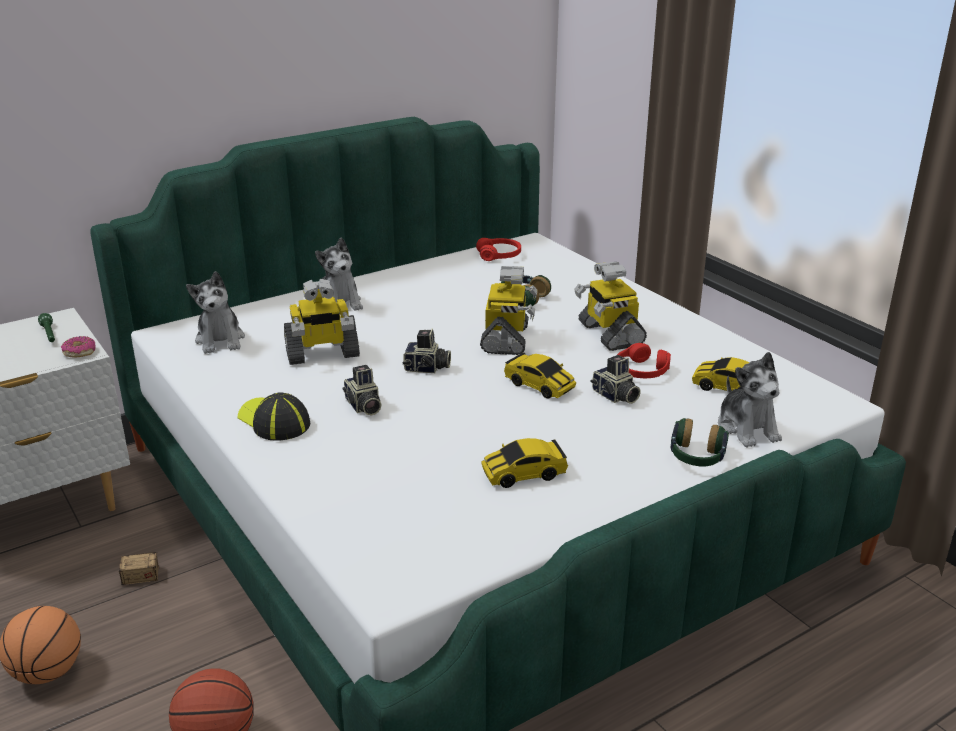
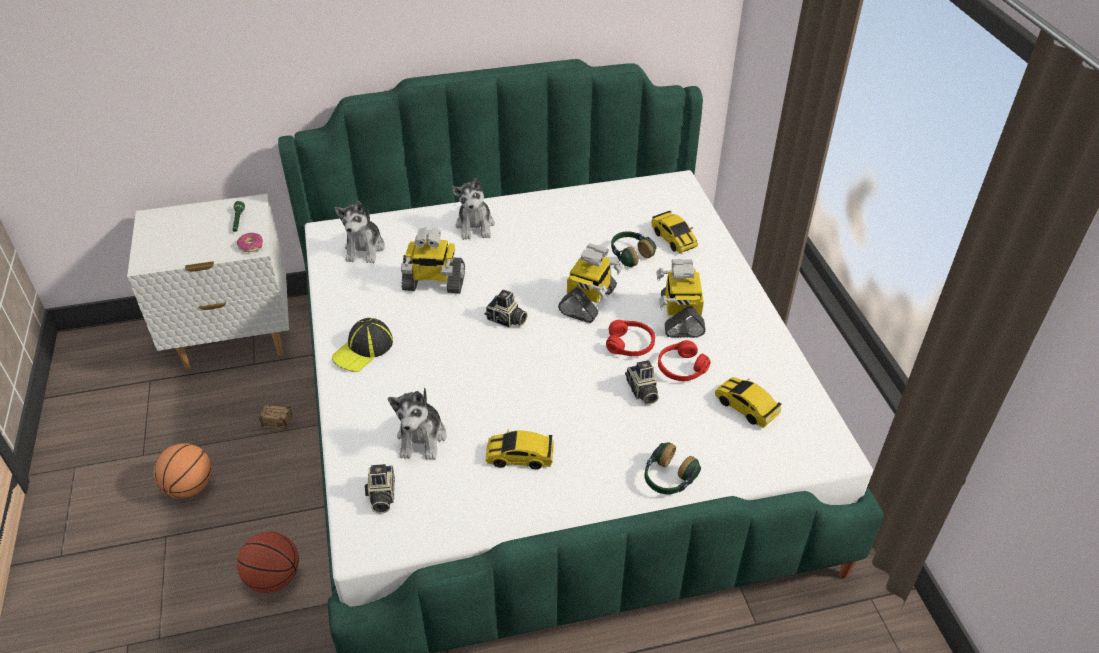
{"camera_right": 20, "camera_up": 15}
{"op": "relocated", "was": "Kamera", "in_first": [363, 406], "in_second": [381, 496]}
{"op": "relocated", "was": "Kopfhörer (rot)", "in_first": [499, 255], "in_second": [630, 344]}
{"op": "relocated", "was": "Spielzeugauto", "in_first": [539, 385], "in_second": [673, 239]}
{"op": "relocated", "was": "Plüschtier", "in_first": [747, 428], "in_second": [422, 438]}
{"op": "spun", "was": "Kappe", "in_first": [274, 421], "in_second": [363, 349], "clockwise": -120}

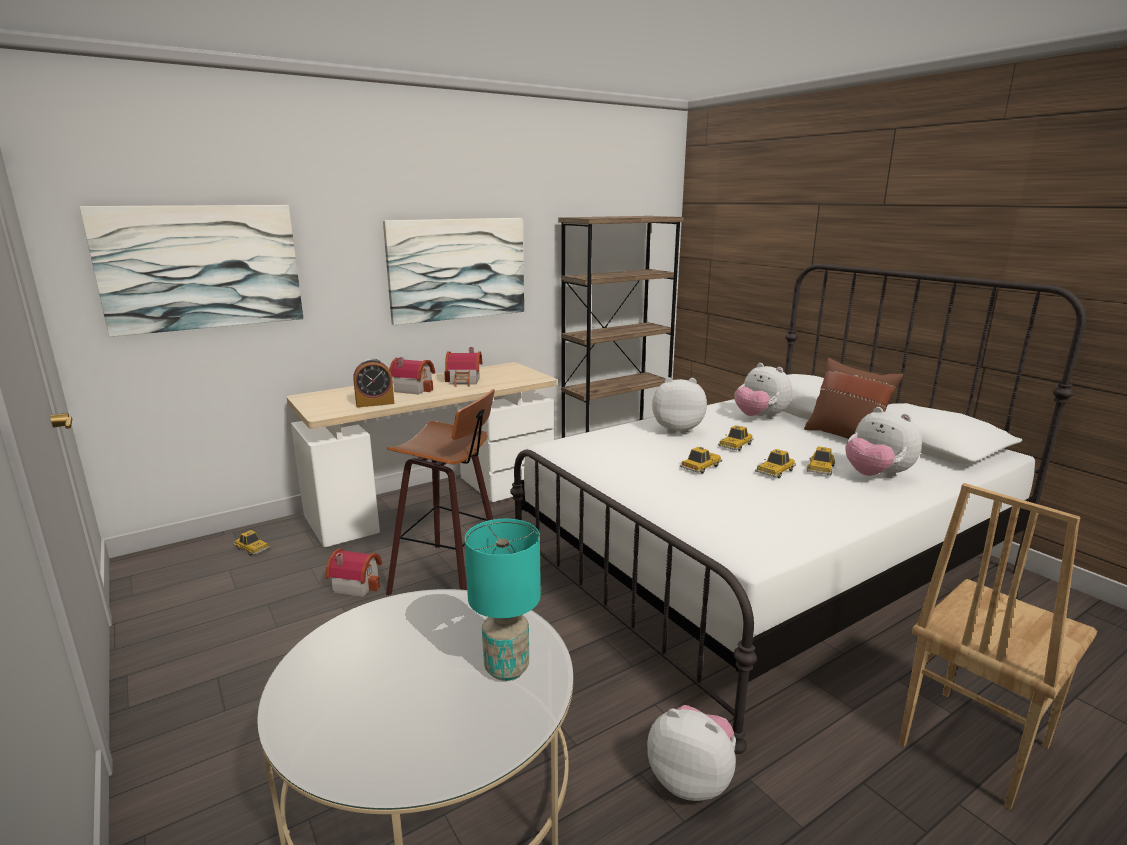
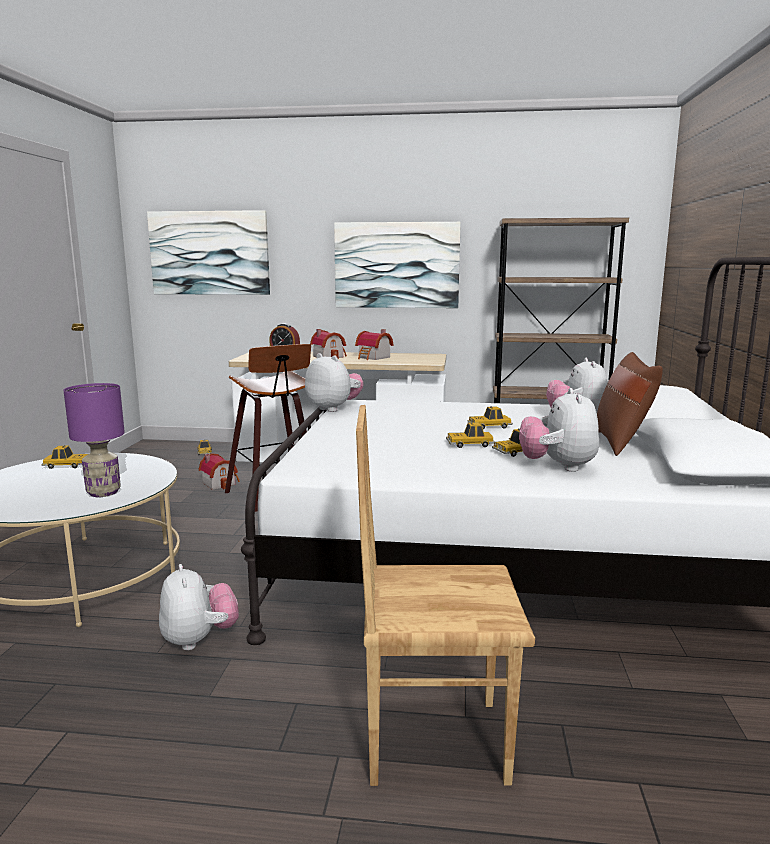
{"camera_right": 40, "camera_up": -5}
{"op": "relocated", "was": "Plüschtier", "in_first": [677, 429], "in_second": [334, 408]}
{"op": "relocated", "was": "Spielzeugauto", "in_first": [700, 467], "in_second": [67, 465]}
{"op": "colour", "was": "Tischlampe (türkis)", "now": "Tischlampe (lila)", "in_first": [506, 668], "in_second": [103, 492]}

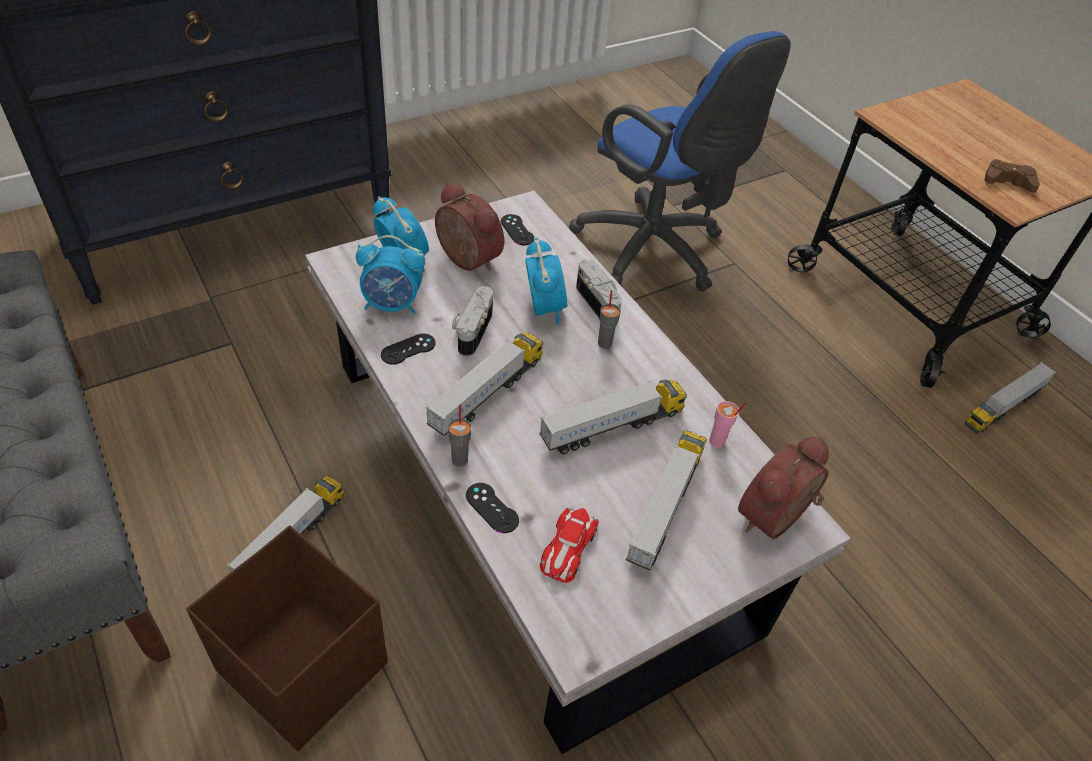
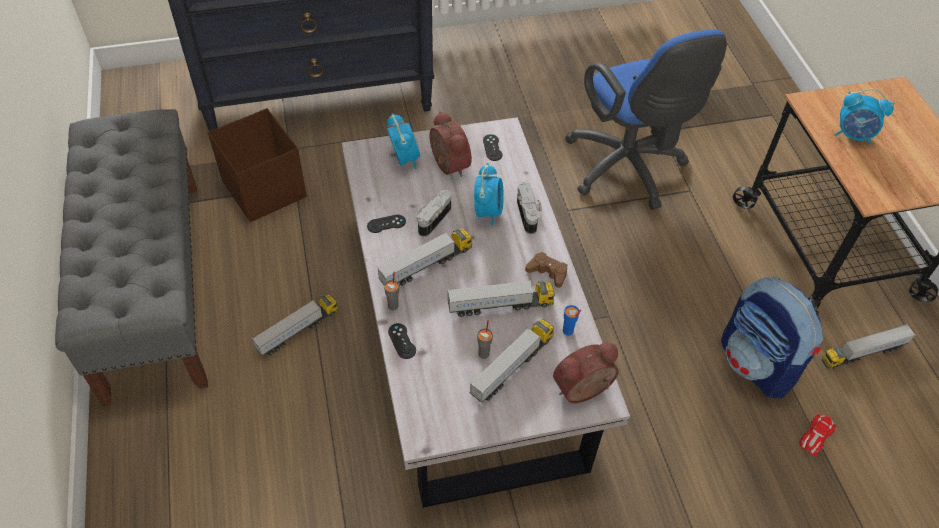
{"camera_right": 20, "camera_up": 5}
{"op": "appeared", "now": "Rucksack", "in_second": [757, 364]}
{"op": "relocated", "was": "Aufbewahrungsbox (braun)", "in_first": [302, 665], "in_second": [264, 188]}
{"op": "relocated", "was": "Wecker", "in_first": [392, 305], "in_second": [853, 135]}
{"op": "relocated", "was": "Spielzeugauto", "in_first": [568, 547], "in_second": [816, 436]}
{"op": "relocated", "was": "Tasse (grau)", "in_first": [605, 343], "in_second": [484, 353]}
{"op": "relocated", "was": "Gamepad (braun)", "in_first": [1007, 182], "in_second": [547, 272]}
{"op": "colour", "was": "Tasse (rosa)", "now": "Tasse (blau)", "in_first": [717, 442], "in_second": [568, 331]}

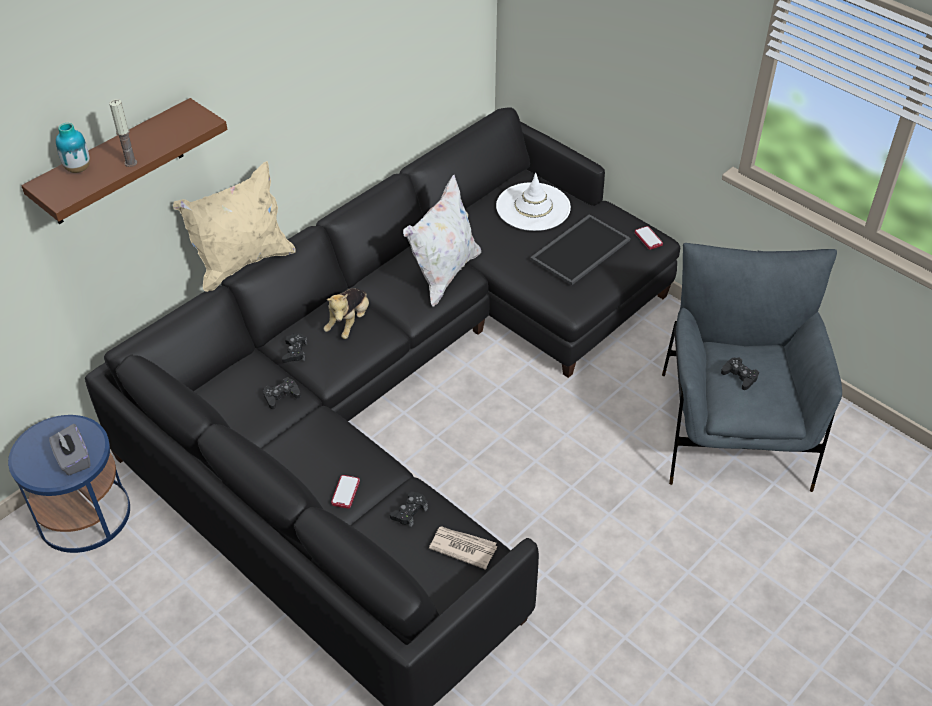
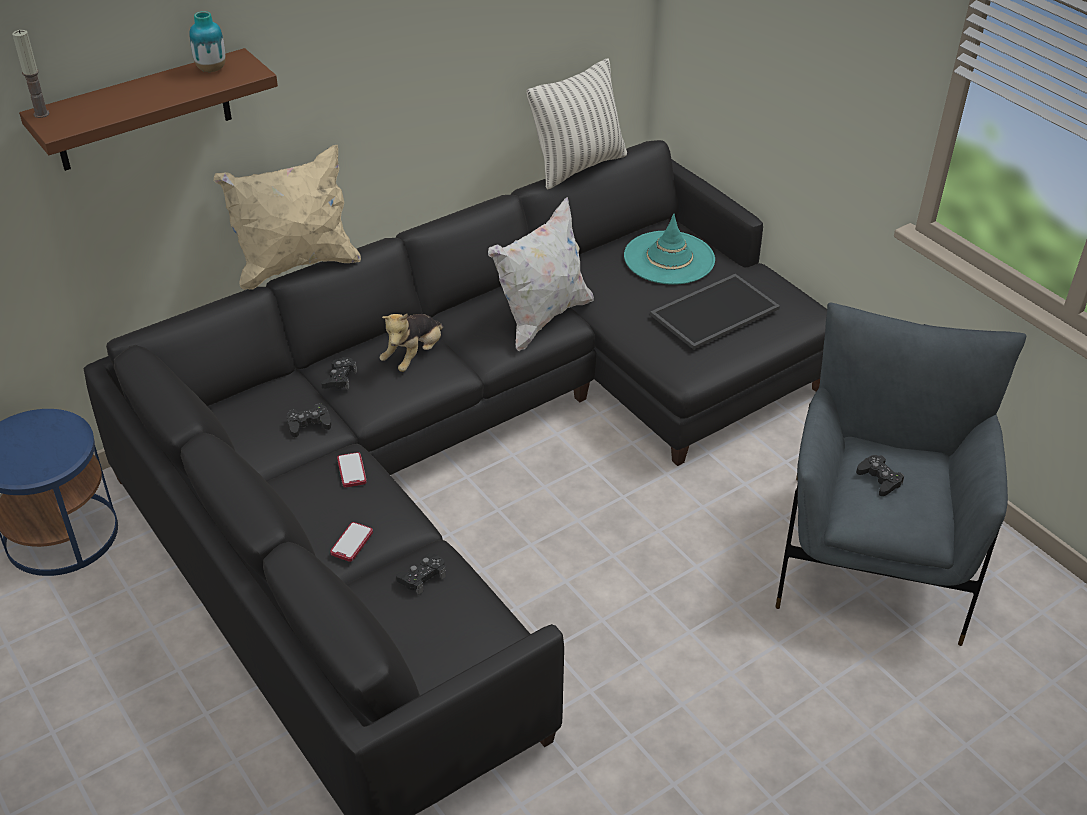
{"camera_right": 10, "camera_up": -5}
{"op": "missing", "was": "Taschentuchbox (grau)", "in_first": [73, 459]}
{"op": "missing", "was": "Zeitung", "in_first": [462, 547]}
{"op": "appeared", "now": "Kissen", "in_second": [578, 166]}
{"op": "relocated", "was": "Vase", "in_first": [78, 168], "in_second": [211, 69]}
{"op": "relocated", "was": "Kerze", "in_first": [130, 162], "in_second": [41, 114]}
{"op": "relocated", "was": "Handy", "in_first": [648, 238], "in_second": [352, 471]}
{"op": "colour", "was": "Hut (weiß)", "now": "Hut (türkis)", "in_first": [533, 207], "in_second": [669, 258]}

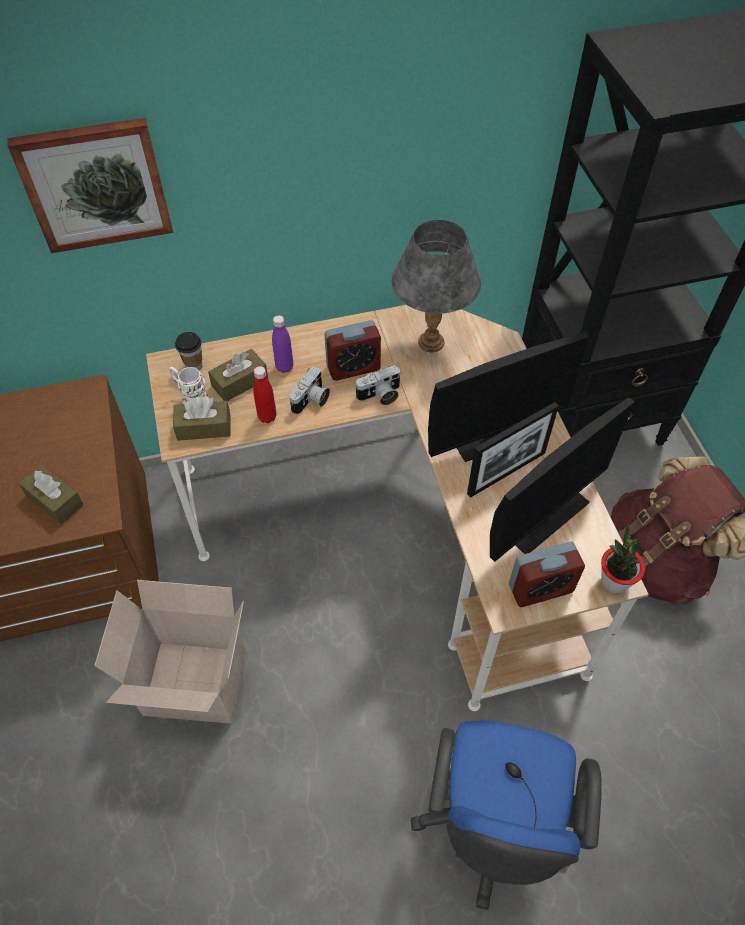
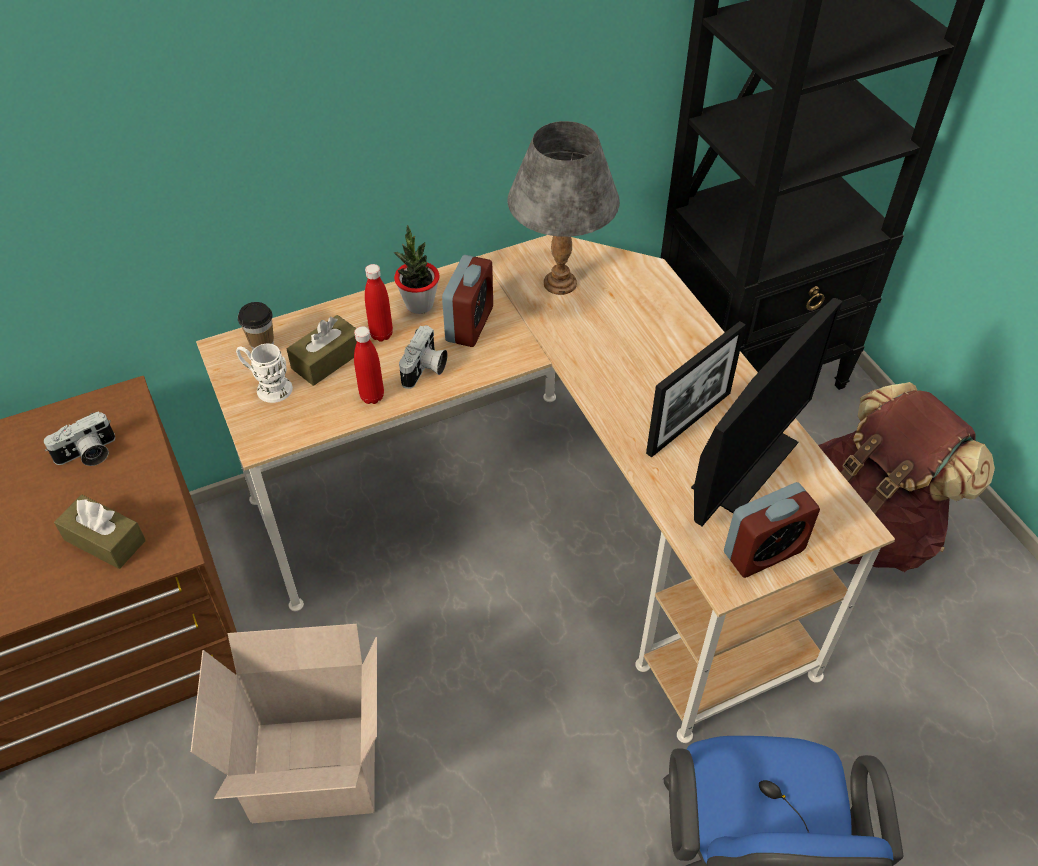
{"camera_right": -10, "camera_up": -5}
{"op": "missing", "was": "Bild", "in_first": [95, 184]}
{"op": "missing", "was": "Taschentuchbox (braun)", "in_first": [204, 427]}
{"op": "missing", "was": "Monitor", "in_first": [494, 433]}
{"op": "relocated", "was": "Kamera", "in_first": [380, 396], "in_second": [88, 454]}
{"op": "relocated", "was": "Topfpflanze", "in_first": [614, 581], "in_second": [419, 304]}
{"op": "colour", "was": "Flasche (lila)", "now": "Flasche (rot)", "in_first": [284, 367], "in_second": [381, 334]}
{"op": "spun", "was": "Wecker", "in_first": [353, 367], "in_second": [469, 324], "clockwise": -45}

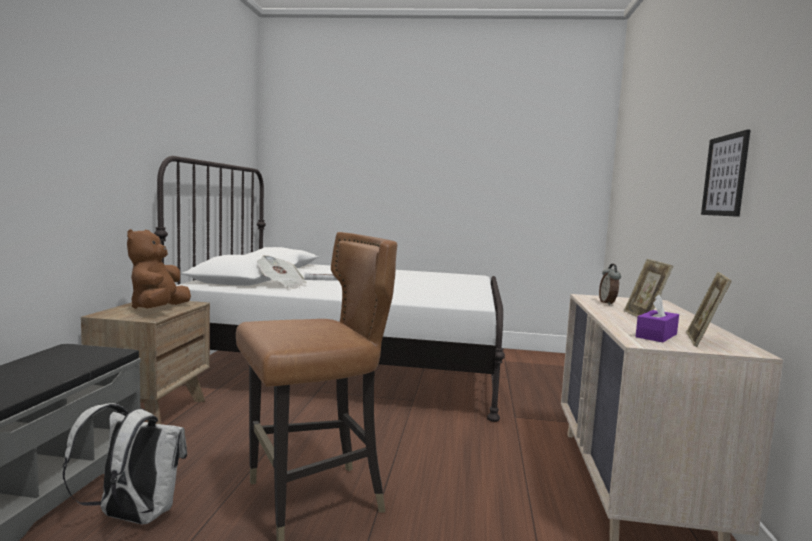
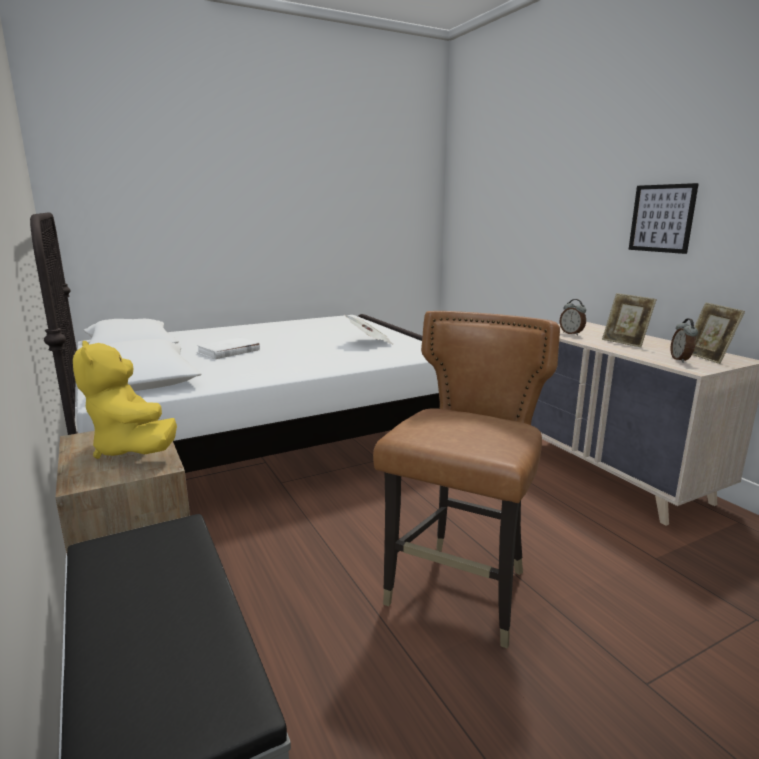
{"camera_right": -35, "camera_up": 10}
{"op": "missing", "was": "Rucksack (weiß)", "in_first": [132, 517]}
{"op": "relocated", "was": "Zeitung", "in_first": [281, 285], "in_second": [370, 343]}
{"op": "exchanged", "was": "Taschentuchbox (lila)", "now": "Wecker", "in_first": [656, 335], "in_second": [681, 360]}
{"op": "colour", "was": "Plüschtier (braun)", "now": "Plüschtier (gelb)", "in_first": [158, 309], "in_second": [133, 449]}

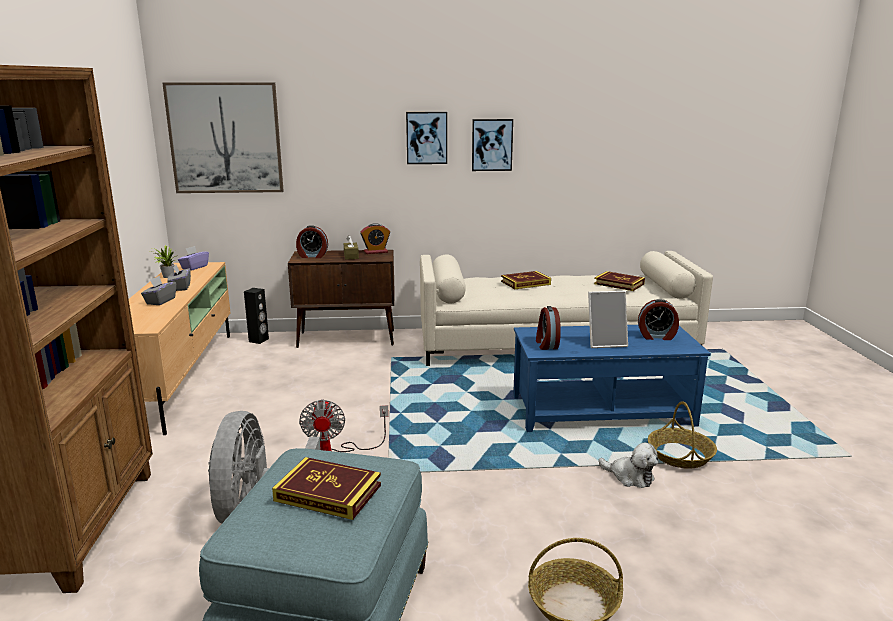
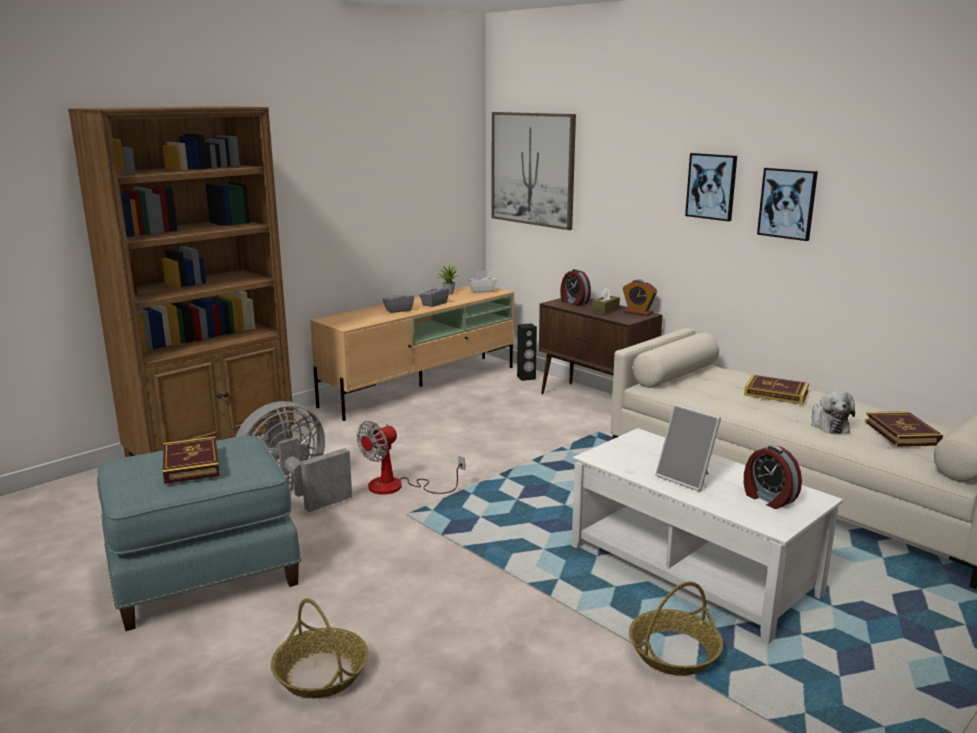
{"camera_right": 50, "camera_up": 0}
{"op": "missing", "was": "Wecker", "in_first": [546, 344]}
{"op": "relocated", "was": "Plüschtier", "in_first": [630, 477], "in_second": [828, 425]}
{"op": "colour", "was": "Taschentuchbox (lila)", "now": "Taschentuchbox (weiß)", "in_first": [194, 267], "in_second": [482, 291]}
{"op": "colour", "was": "Couchtisch (blau)", "now": "Couchtisch (weiß)", "in_first": [601, 410], "in_second": [693, 569]}

